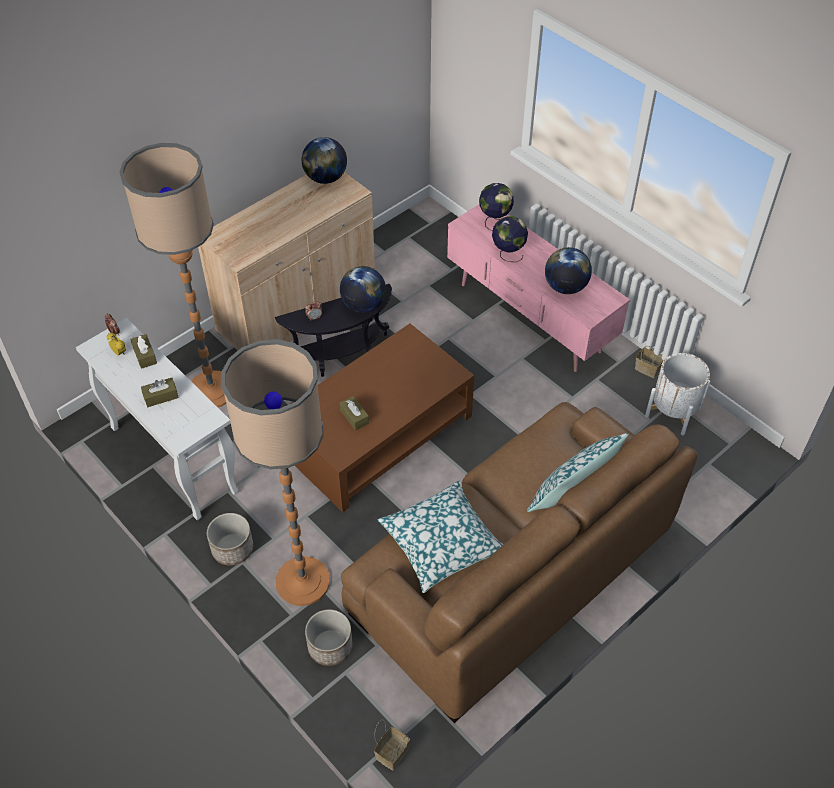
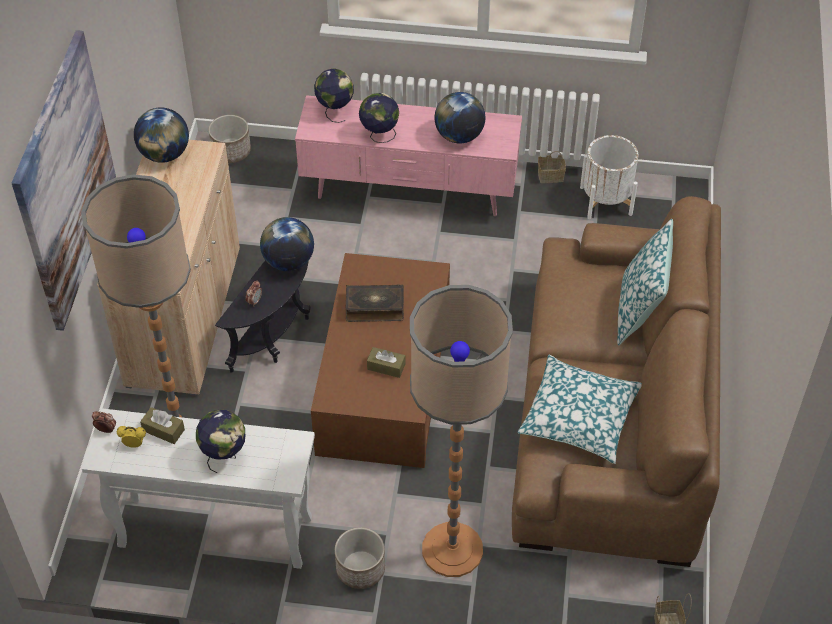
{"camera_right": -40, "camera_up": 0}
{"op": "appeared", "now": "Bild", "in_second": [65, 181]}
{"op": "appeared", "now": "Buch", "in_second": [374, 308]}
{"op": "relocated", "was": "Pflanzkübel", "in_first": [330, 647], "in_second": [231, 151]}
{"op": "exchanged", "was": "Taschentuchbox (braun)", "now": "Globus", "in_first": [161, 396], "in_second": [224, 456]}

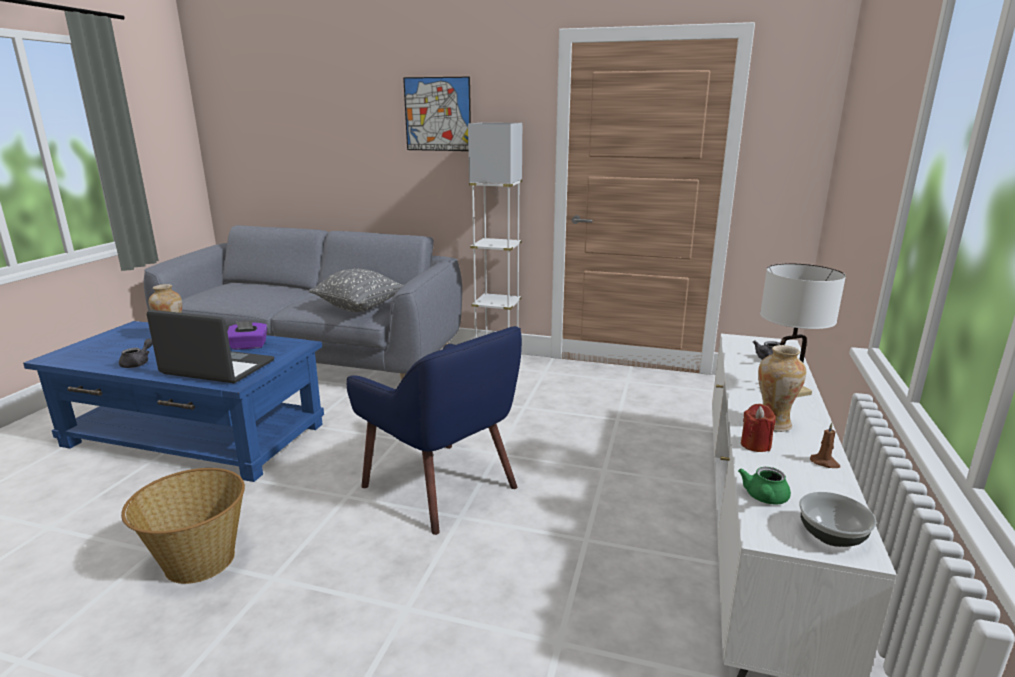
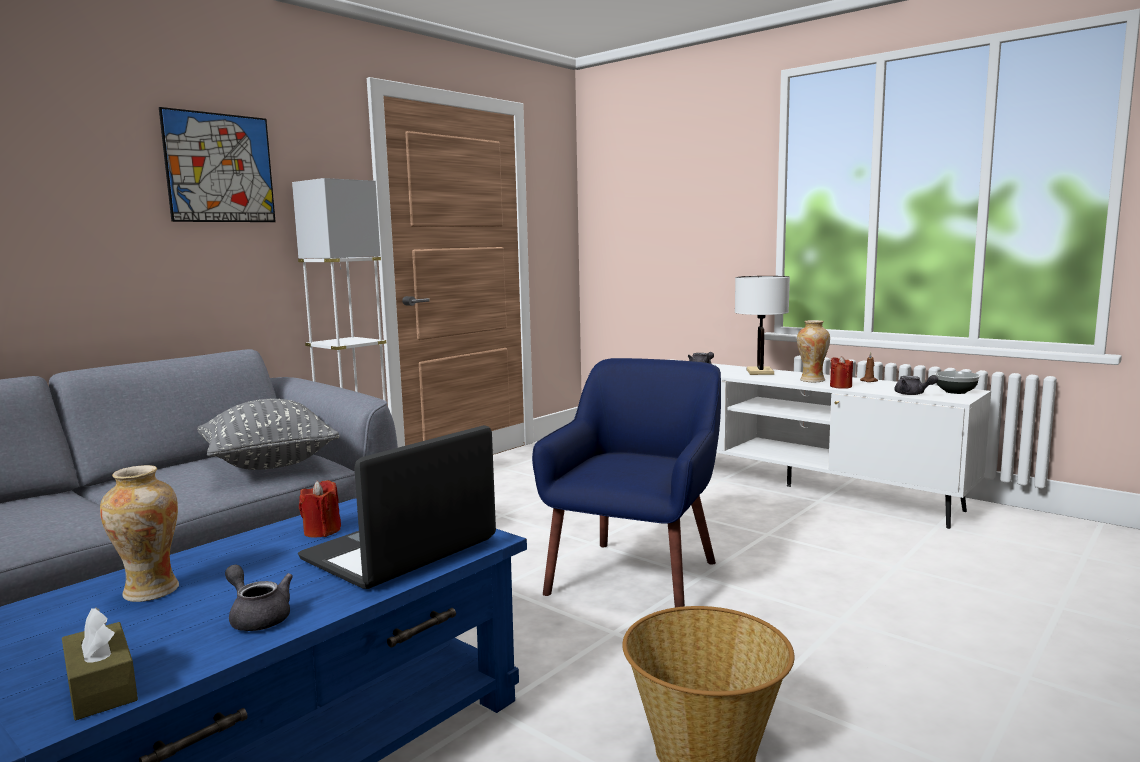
{"camera_right": -65, "camera_up": -10}
{"op": "appeared", "now": "Taschentuchbox (braun)", "in_second": [101, 687]}
{"op": "exchanged", "was": "Taschentuchbox (lila)", "now": "Kerze (rot)", "in_first": [248, 346], "in_second": [322, 531]}
{"op": "colour", "was": "Teekanne (grün)", "now": "Teekanne (grau)", "in_first": [764, 498], "in_second": [913, 394]}
{"op": "spun", "was": "Sessel (blau)", "in_first": [442, 486], "in_second": [636, 577], "clockwise": -45}

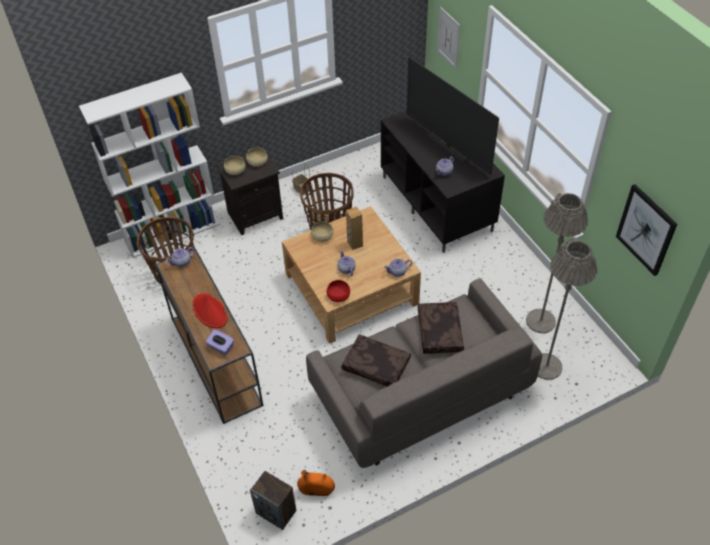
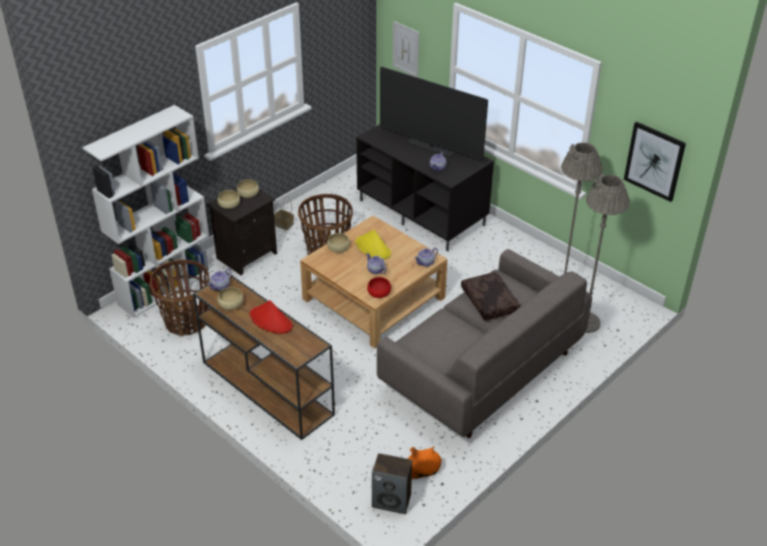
{"camera_right": -20, "camera_up": -10}
{"op": "missing", "was": "Taschentuchbox (lila)", "in_first": [221, 347]}
{"op": "missing", "was": "Kissen (braun)", "in_first": [375, 366]}
{"op": "appeared", "now": "Schüssel (beige)", "in_second": [231, 304]}
{"op": "exchanged", "was": "Lautsprecher (braun)", "now": "Hut (gelb)", "in_first": [354, 244], "in_second": [373, 248]}

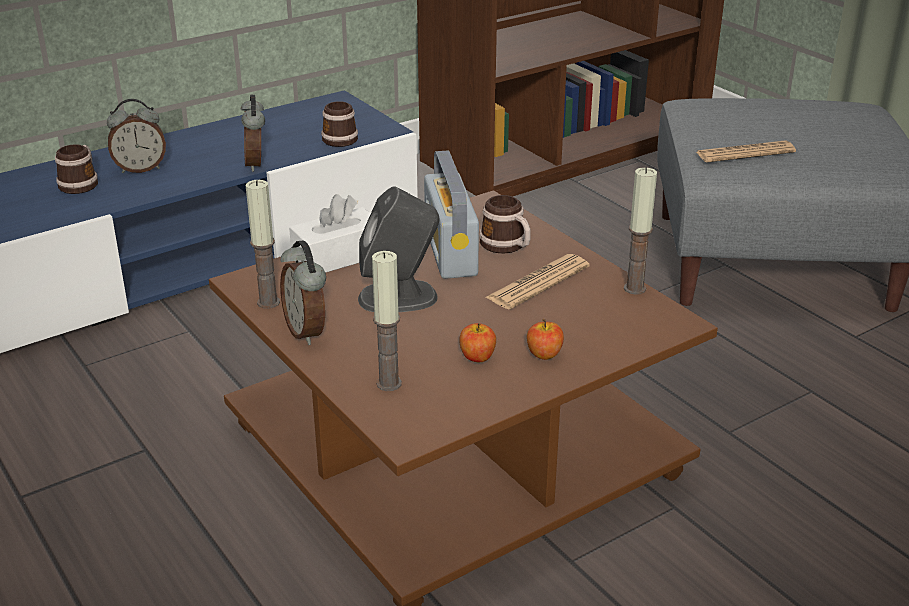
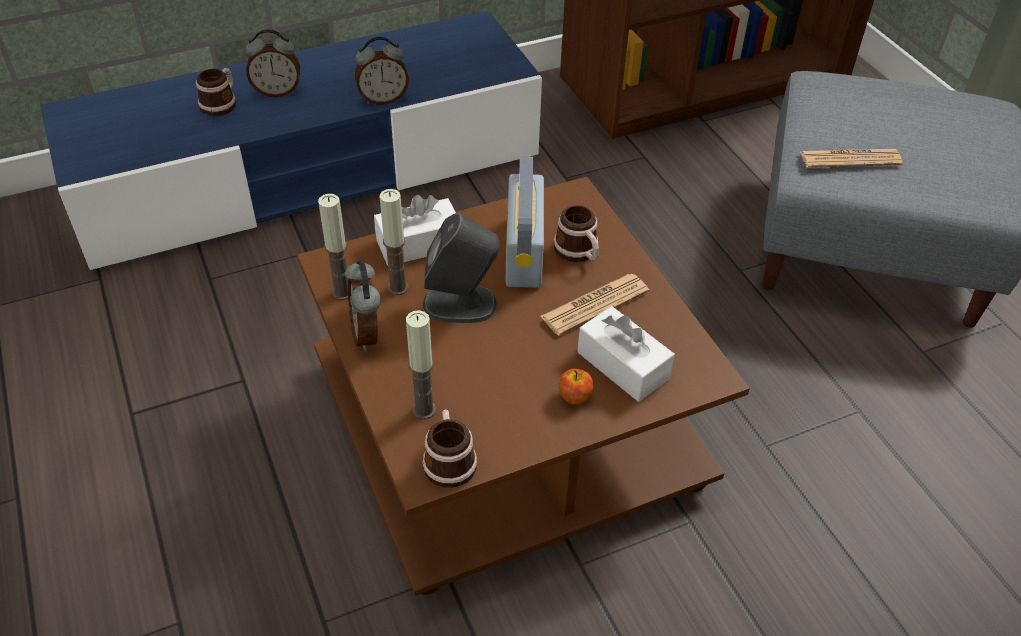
{"camera_right": 10, "camera_up": 15}
{"op": "missing", "was": "Apfel", "in_first": [477, 357]}
{"op": "appeared", "now": "Taschentuchbox (weiß)", "in_second": [623, 365]}
{"op": "relocated", "was": "Henkelbecher", "in_first": [338, 138], "in_second": [449, 460]}
{"op": "relocated", "was": "Kerze", "in_first": [634, 288], "in_second": [398, 287]}
{"op": "spun", "was": "Wecker", "in_first": [257, 164], "in_second": [383, 99], "clockwise": -105}

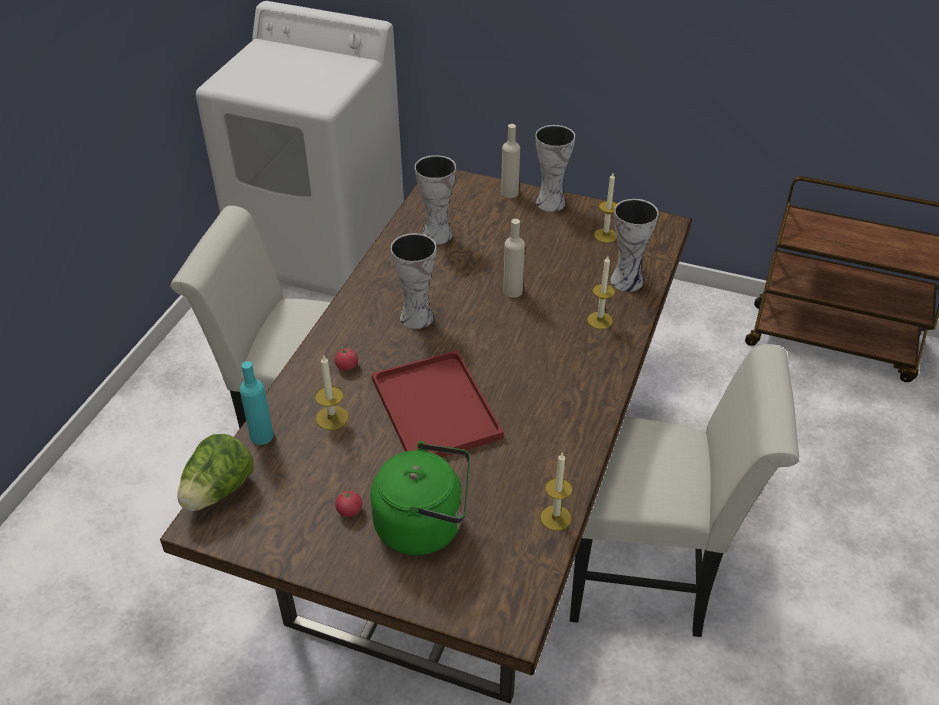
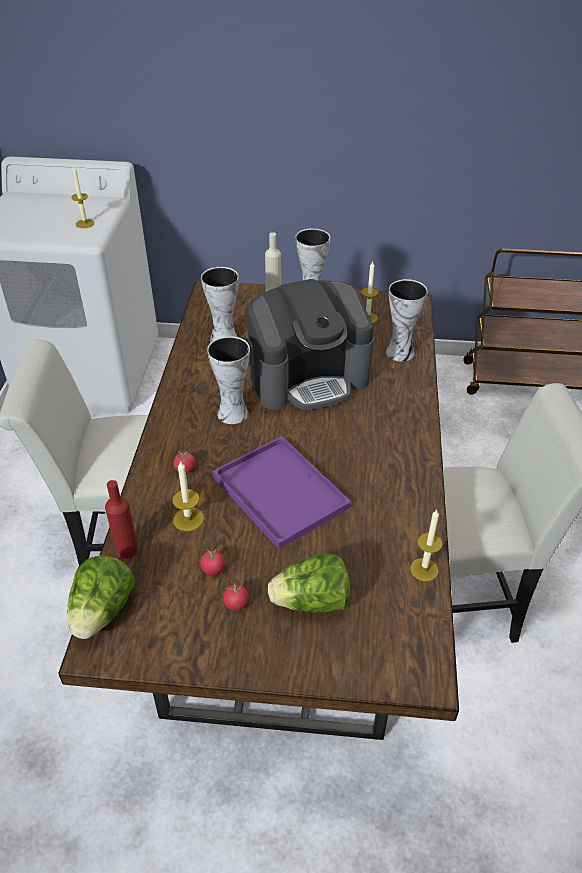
{"camera_right": -15, "camera_up": 0}
{"op": "appeared", "now": "Tomate", "in_second": [213, 569]}
{"op": "relocated", "was": "Kerze", "in_first": [600, 320], "in_second": [85, 223]}
{"op": "exchanged", "was": "Wasserkessel (grün)", "now": "Salatkopf", "in_first": [425, 525], "in_second": [311, 602]}
{"op": "exchanged", "was": "Flasche (beige)", "now": "Kaffeemaschine", "in_first": [512, 291], "in_second": [308, 376]}
{"op": "colour", "was": "Flasche (türkis)", "now": "Flasche (rot)", "in_first": [261, 436], "in_second": [127, 549]}
{"op": "colour", "was": "Tablett (rot)", "now": "Tablett (lila)", "in_first": [438, 410], "in_second": [283, 492]}

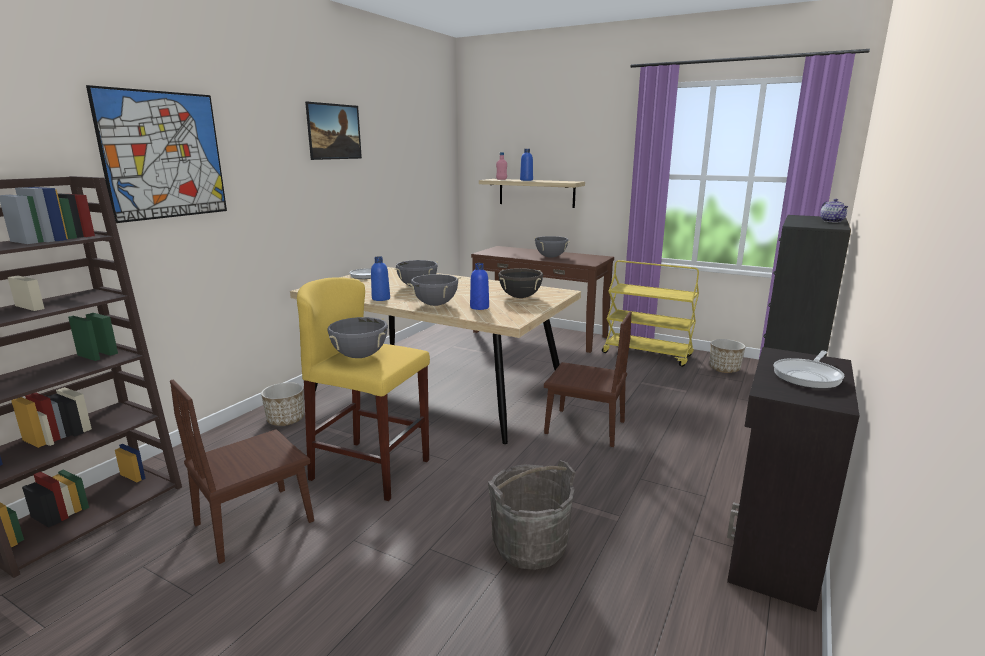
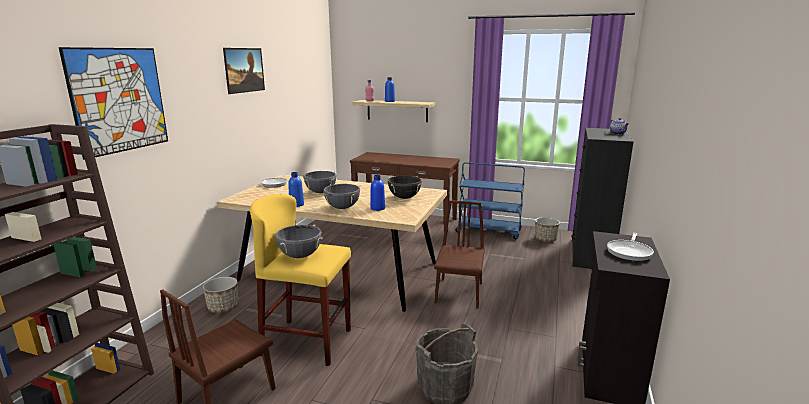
{"camera_right": -10, "camera_up": 0}
{"op": "missing", "was": "Kochtopf (grau)", "in_first": [550, 257]}
{"op": "colour", "was": "Rollwagen (gelb)", "now": "Rollwagen (blau)", "in_first": [647, 354], "in_second": [489, 231]}
{"op": "spun", "was": "Stuhl (braun)", "in_first": [584, 427], "in_second": [459, 293], "clockwise": -90}

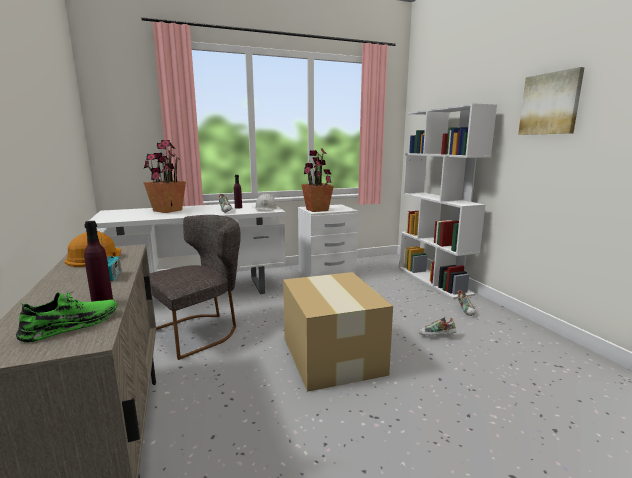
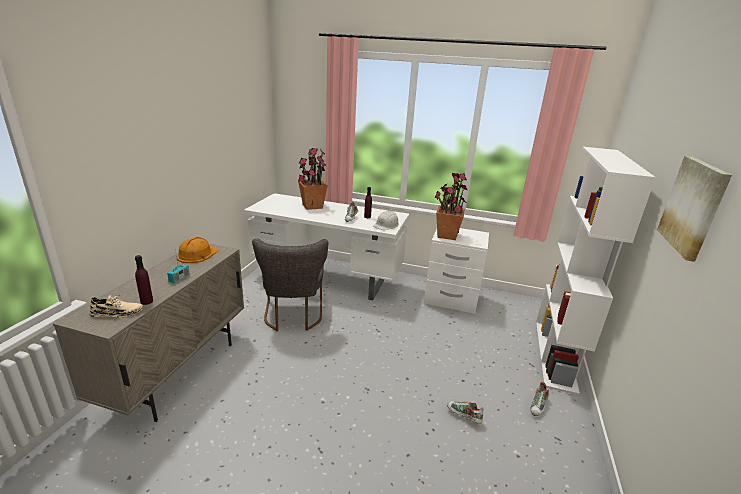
{"camera_right": 35, "camera_up": 10}
{"op": "missing", "was": "Karton", "in_first": [332, 354]}
{"op": "colour", "was": "Schuh (grün)", "now": "Schuh (beige)", "in_first": [72, 326], "in_second": [117, 313]}
{"op": "spun", "was": "Stuhl (grau)", "in_first": [200, 331], "in_second": [293, 316], "clockwise": 90}

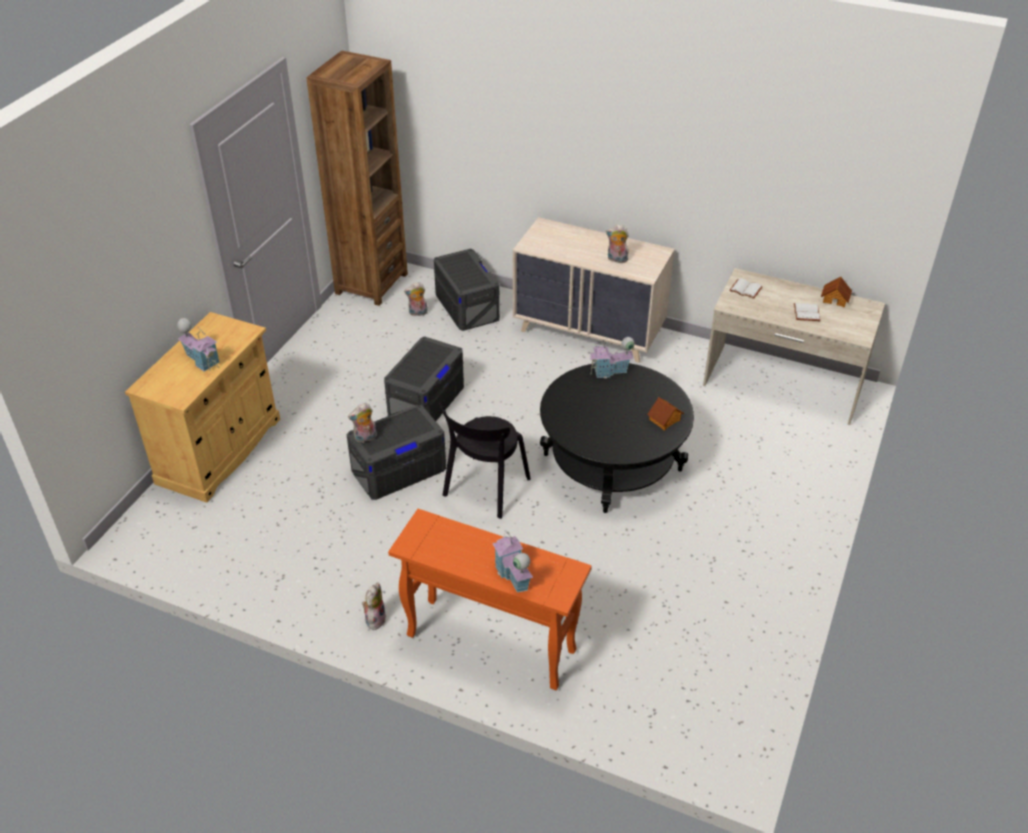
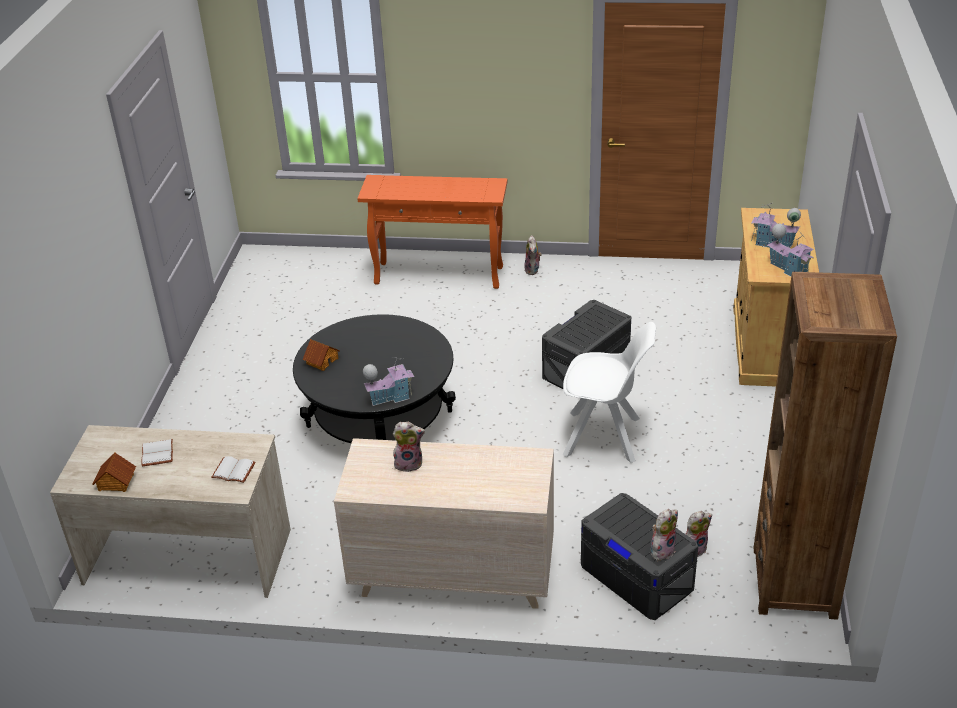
{"camera_right": 165, "camera_up": -5}
{"op": "missing", "was": "Stuhl (schwarz)", "in_first": [484, 489]}
{"op": "relocated", "was": "Plüschtier", "in_first": [365, 438], "in_second": [662, 549]}
{"op": "relocated", "was": "Spielzeughaus", "in_first": [512, 575], "in_second": [788, 268]}
{"op": "exchanged", "was": "Aufbewahrungsbox (grau)", "now": "Stuhl (weiß)", "in_first": [426, 400], "in_second": [604, 437]}

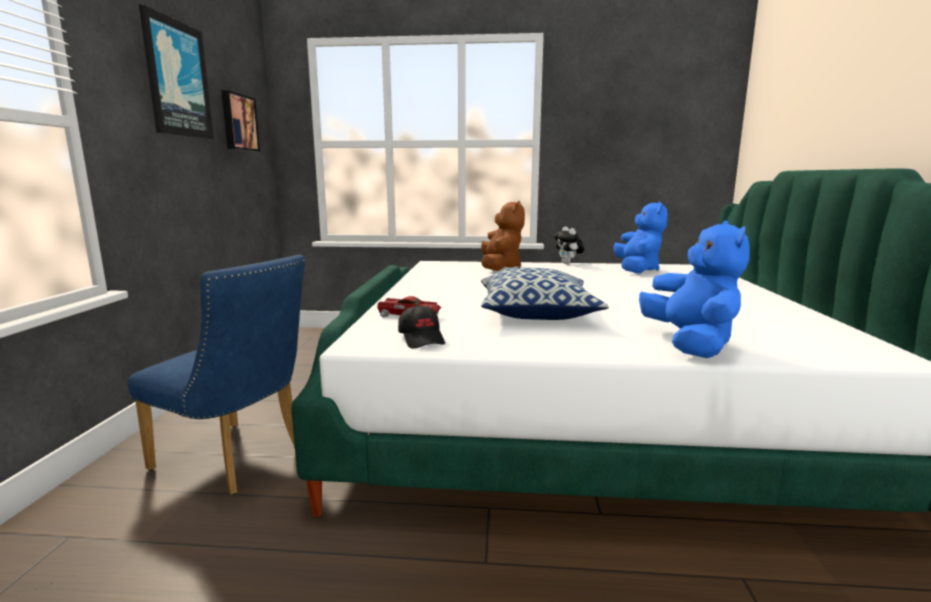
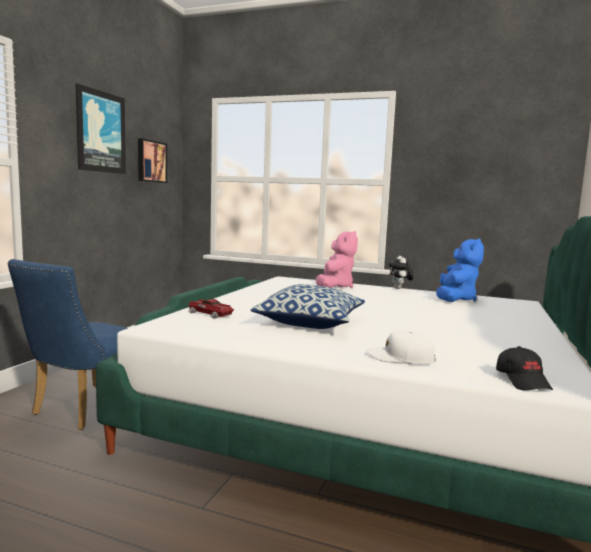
{"camera_right": 15, "camera_up": -5}
{"op": "relocated", "was": "Kappe (schwarz)", "in_first": [422, 339], "in_second": [523, 381]}
{"op": "exchanged", "was": "Plüschtier (blau)", "now": "Kappe (weiß)", "in_first": [690, 344], "in_second": [401, 358]}
{"op": "colour", "was": "Plüschtier (braun)", "now": "Plüschtier (rosa)", "in_first": [500, 267], "in_second": [335, 286]}
{"op": "spun", "was": "Stuhl (blau)", "in_first": [237, 460], "in_second": [83, 409], "clockwise": 75}

